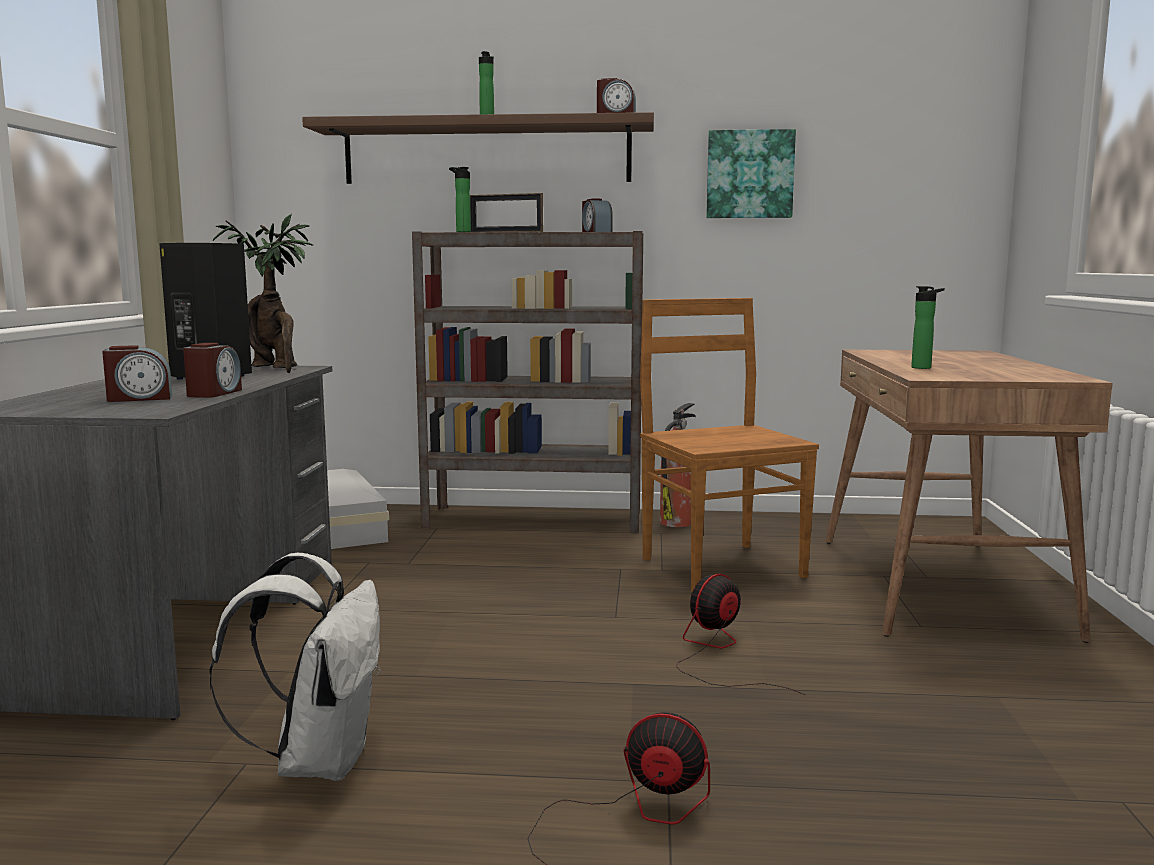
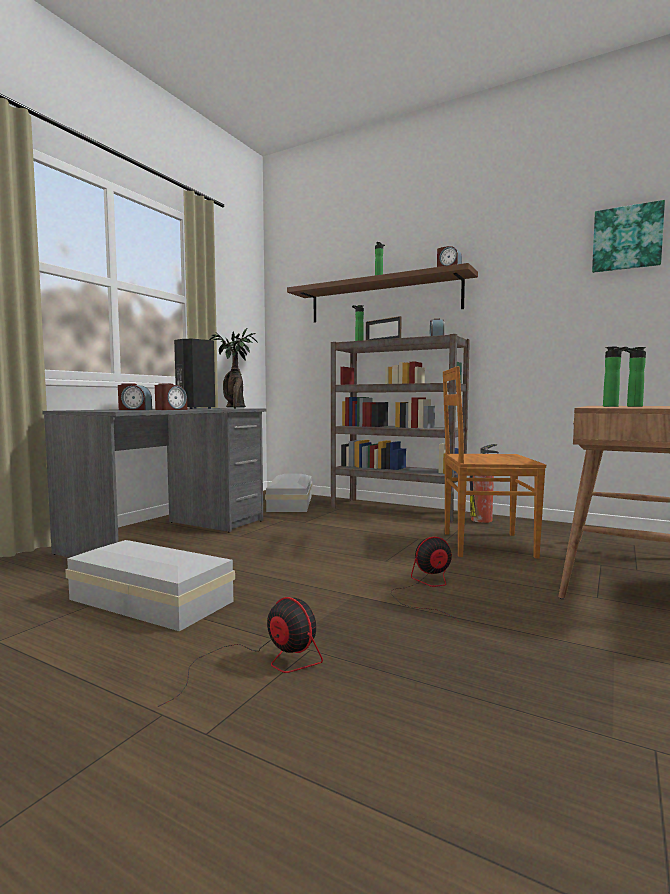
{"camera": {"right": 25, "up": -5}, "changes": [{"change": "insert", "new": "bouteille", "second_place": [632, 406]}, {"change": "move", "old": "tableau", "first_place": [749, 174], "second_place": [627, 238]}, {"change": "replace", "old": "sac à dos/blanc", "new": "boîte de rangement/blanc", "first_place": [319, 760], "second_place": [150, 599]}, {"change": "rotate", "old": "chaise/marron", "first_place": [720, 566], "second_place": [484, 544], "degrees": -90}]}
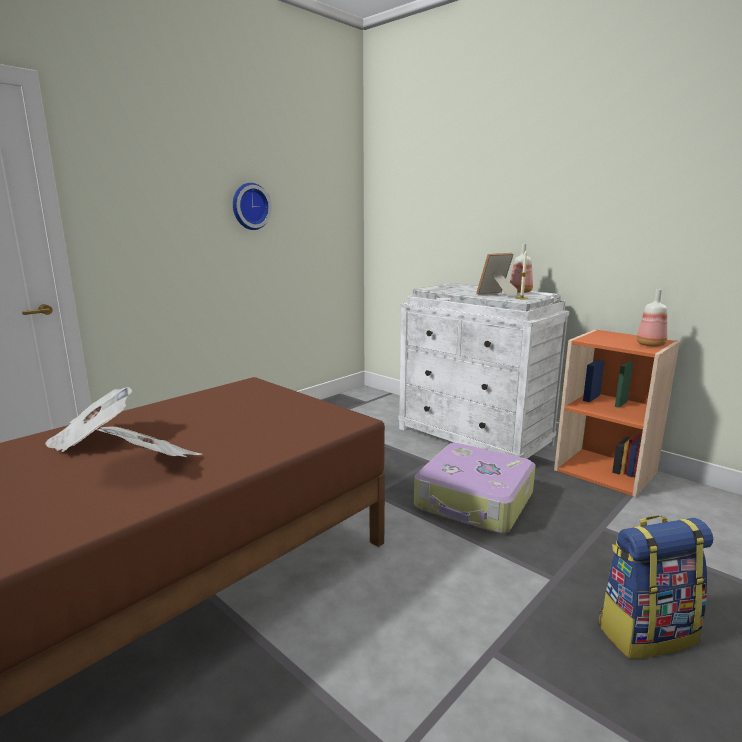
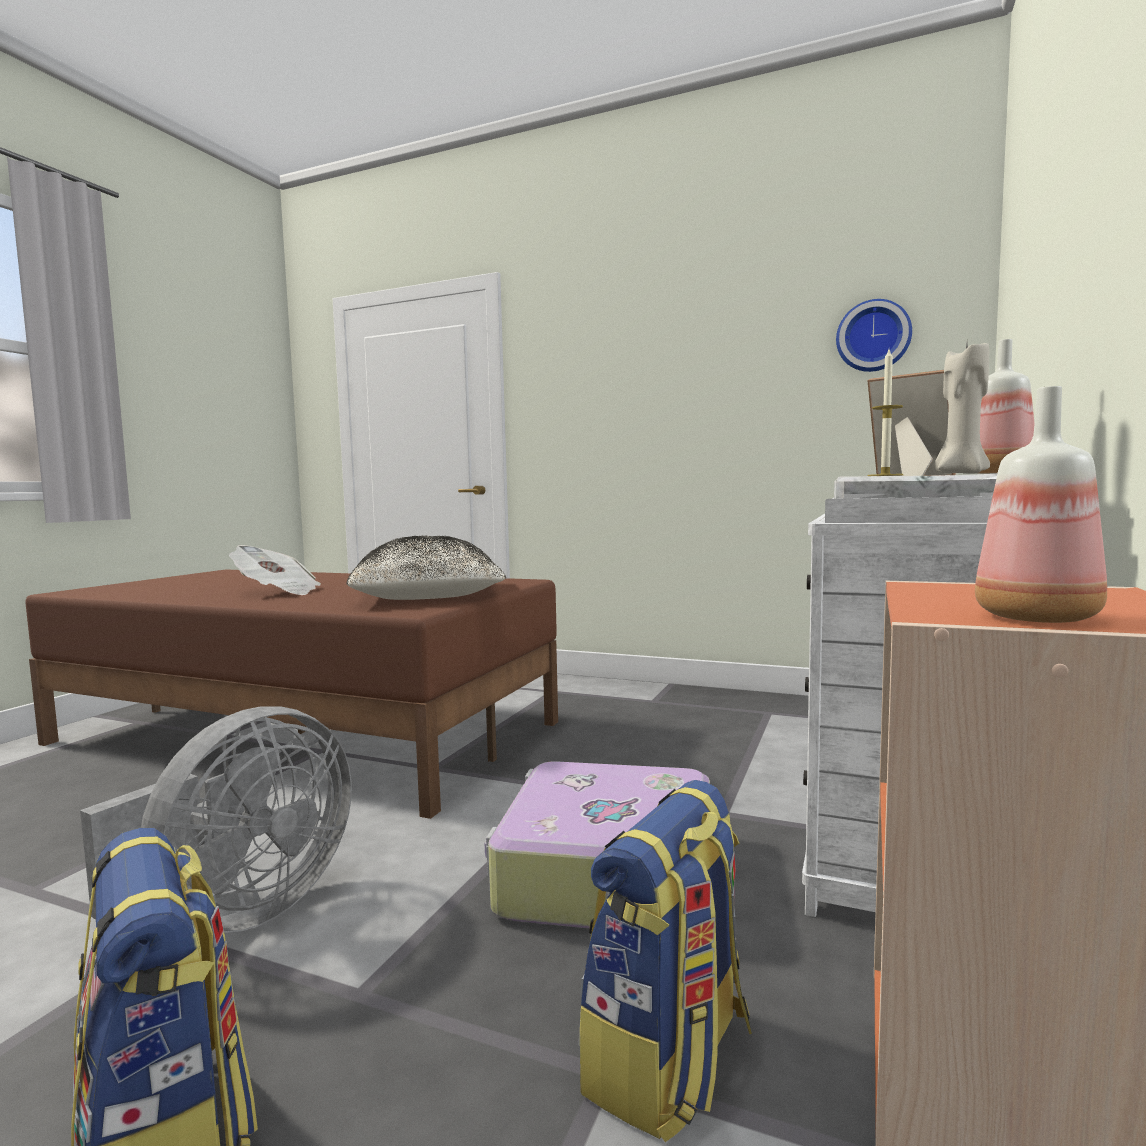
{"camera": {"right": 70, "up": -10}, "changes": [{"change": "delete", "old": "journal", "first_place": [92, 439]}, {"change": "insert", "new": "ventilateur/gris", "second_place": [240, 911]}, {"change": "insert", "new": "coussin/beige", "second_place": [427, 595]}, {"change": "insert", "new": "sac à dos", "second_place": [669, 1061]}, {"change": "insert", "new": "bougie/beige", "second_place": [960, 474]}, {"change": "move", "old": "horloge murale", "first_place": [249, 206], "second_place": [873, 336]}]}
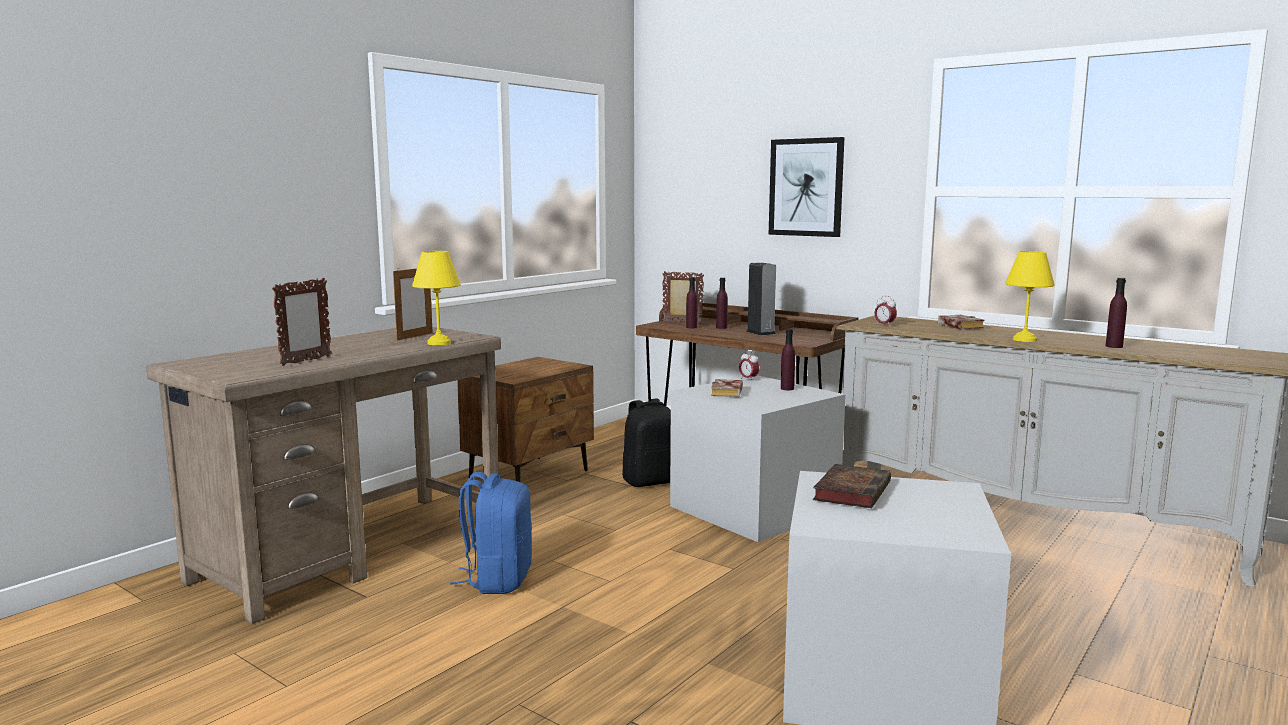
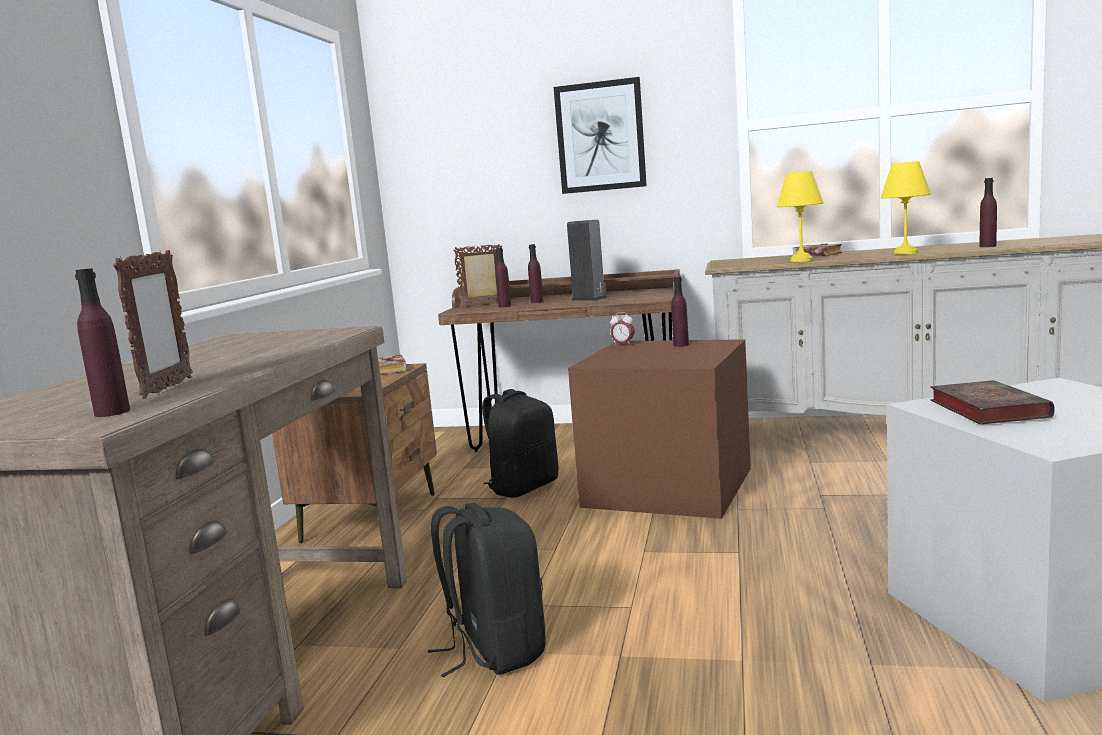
{"camera": {"right": -25, "up": 0}, "changes": [{"change": "delete", "old": "cadre photo", "first_place": [415, 336]}, {"change": "delete", "old": "réveil", "first_place": [884, 325]}, {"change": "insert", "new": "bouteille/violet", "second_place": [112, 412]}, {"change": "move", "old": "lampe de table/jaune", "first_place": [438, 343], "second_place": [800, 260]}, {"change": "move", "old": "livre", "first_place": [728, 393], "second_place": [391, 370]}, {"change": "recolor", "old": "sac à dos/bleu", "new": "sac à dos/noir", "first_place": [498, 580], "second_place": [494, 650]}, {"change": "recolor", "old": "boîte de rangement/gris", "new": "boîte de rangement/marron", "first_place": [757, 509], "second_place": [671, 486]}]}
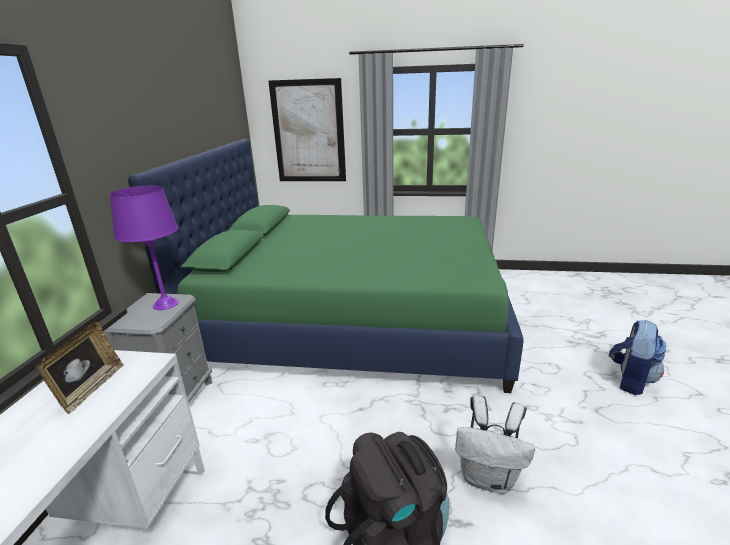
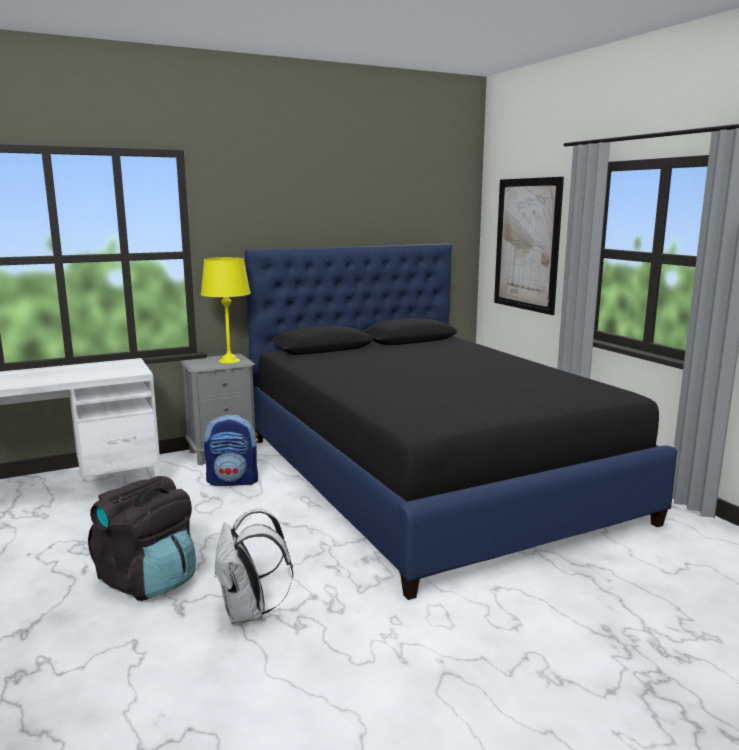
{"camera": {"right": 55, "up": -10}, "changes": [{"change": "delete", "old": "cadre photo", "first_place": [90, 388]}, {"change": "move", "old": "sac à dos", "first_place": [630, 380], "second_place": [233, 481]}, {"change": "recolor", "old": "lampe de table/violet", "new": "lampe de table/jaune", "first_place": [166, 304], "second_place": [229, 361]}, {"change": "recolor", "old": "lit/vert", "new": "lit/noir", "first_place": [354, 320], "second_place": [428, 476]}]}
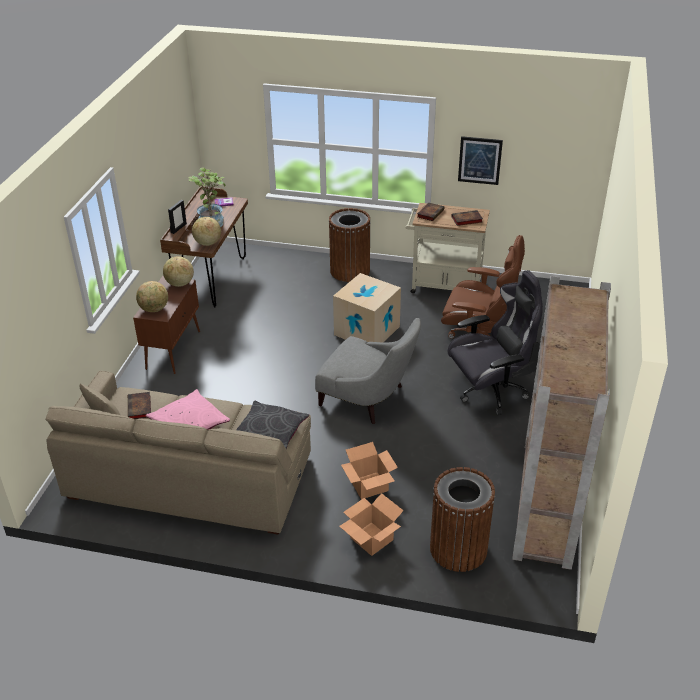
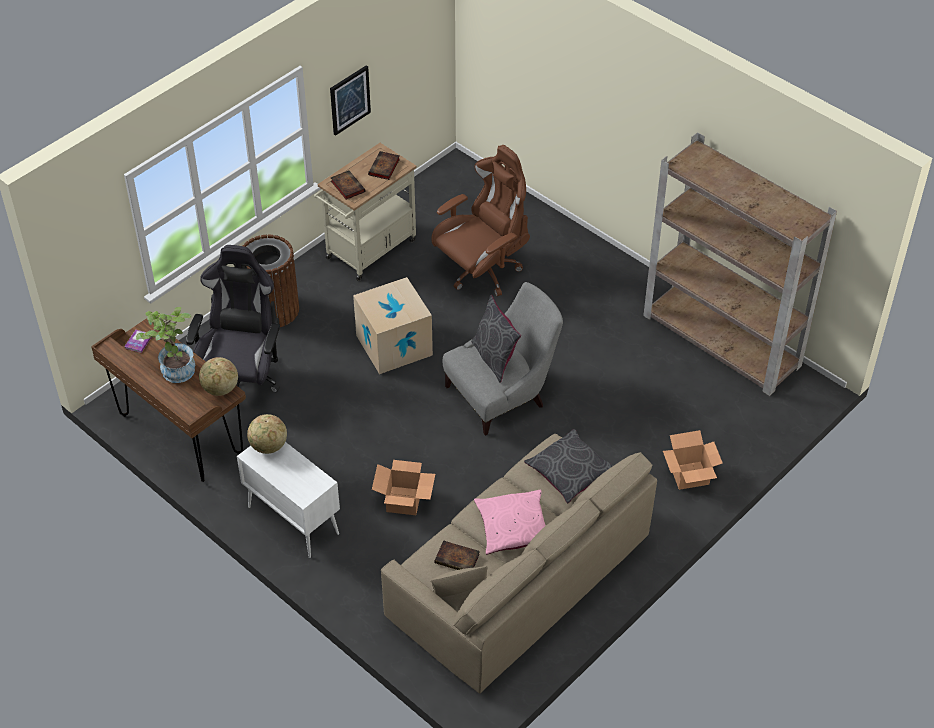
{"camera": {"right": -60, "up": 10}, "changes": [{"change": "delete", "old": "globe", "first_place": [154, 309]}, {"change": "delete", "old": "cadre photo", "first_place": [178, 228]}, {"change": "delete", "old": "poubelle/marron", "first_place": [458, 549]}, {"change": "insert", "new": "coussin/gris", "second_place": [495, 358]}, {"change": "move", "old": "carton", "first_place": [369, 485], "second_place": [403, 500]}, {"change": "move", "old": "chaise de bureau/noir", "first_place": [488, 393], "second_place": [243, 381]}, {"change": "recolor", "old": "meuble de rangement/marron", "new": "meuble de rangement/blanc", "first_place": [173, 349], "second_place": [292, 520]}]}
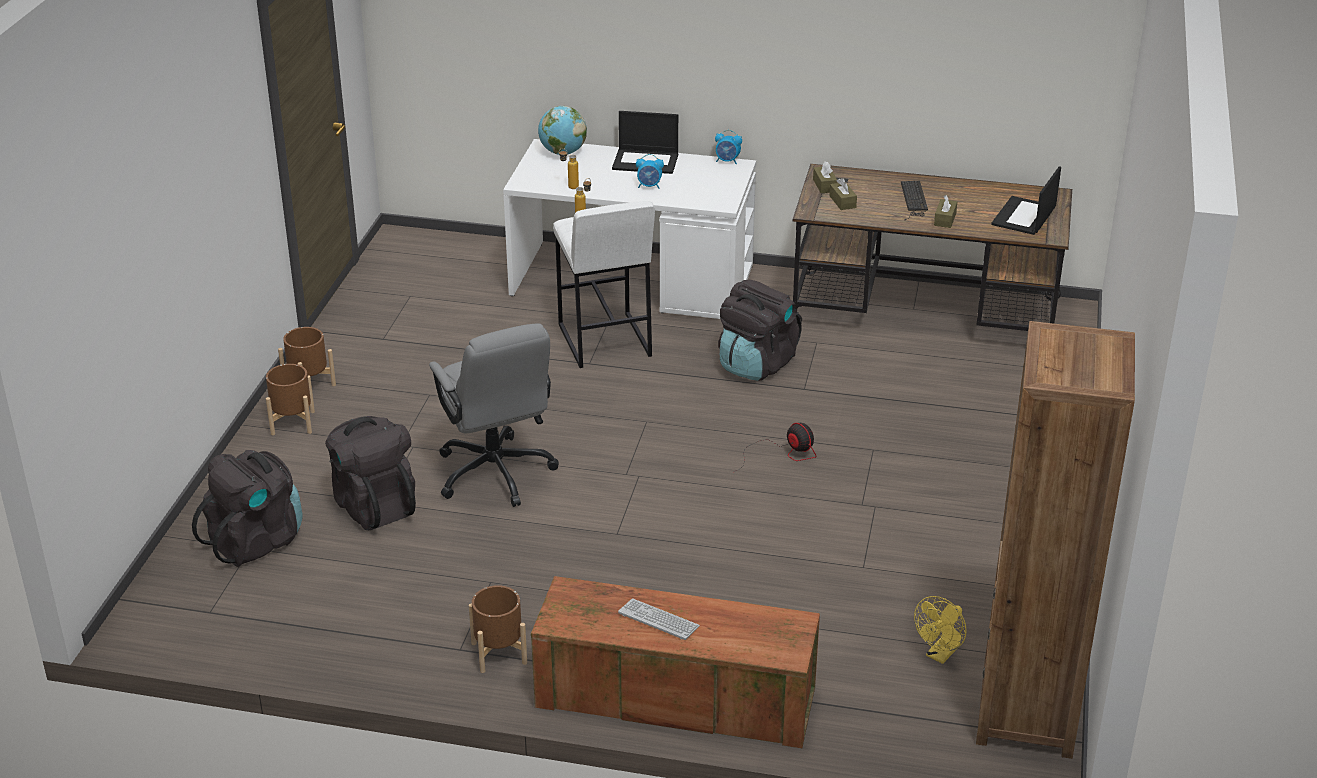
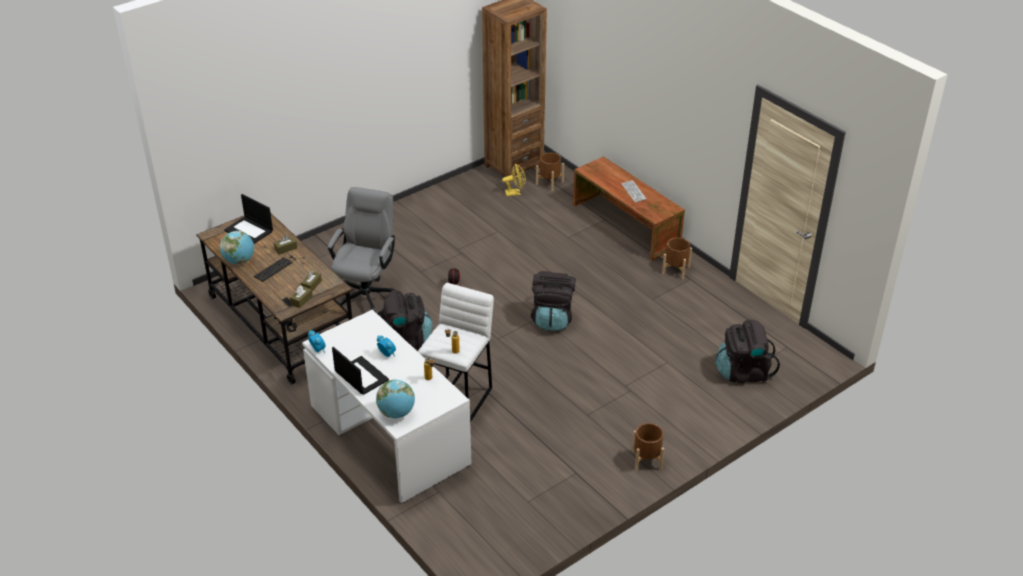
{"camera": {"right": -140, "up": 5}, "changes": [{"change": "insert", "new": "globe", "second_place": [239, 261]}, {"change": "move", "old": "cache-pot/marron", "first_place": [292, 423], "second_place": [549, 183]}, {"change": "move", "old": "sac à dos/noir", "first_place": [374, 505], "second_place": [552, 318]}, {"change": "move", "old": "chaise de bureau/gris", "first_place": [497, 476], "second_place": [367, 297]}, {"change": "rotate", "old": "ordinateur portable", "first_place": [1024, 217], "second_place": [249, 231], "degrees": 60}]}
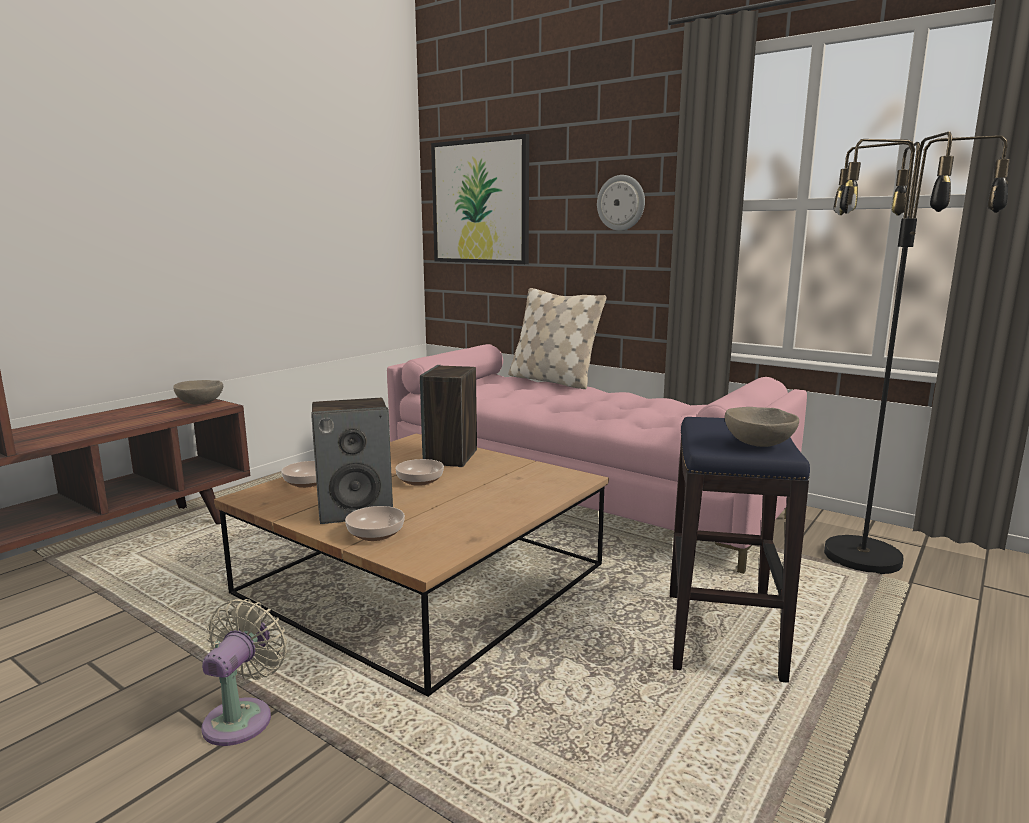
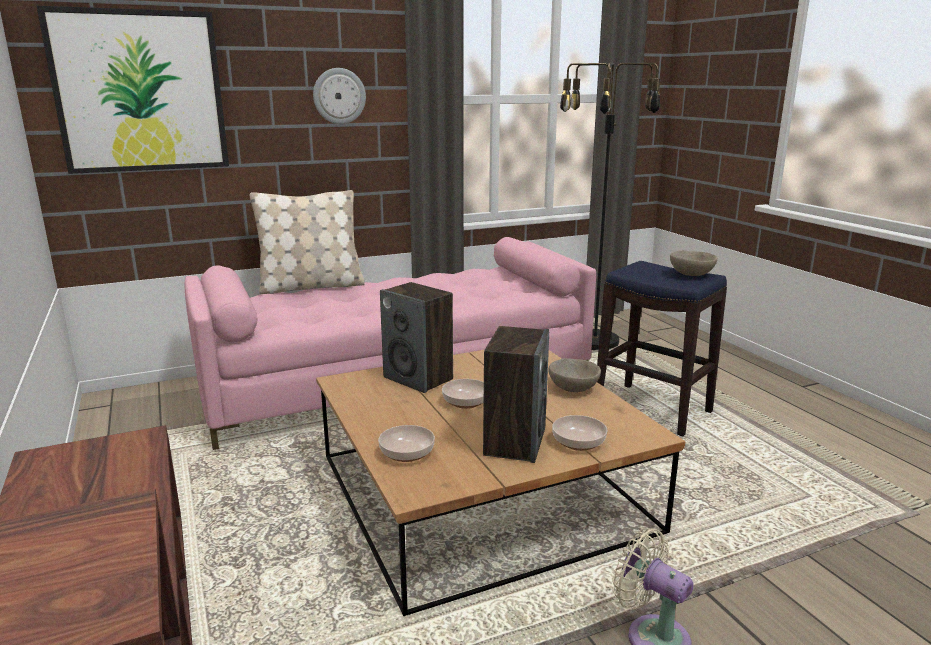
{"camera": {"right": -60, "up": 5}, "changes": [{"change": "move", "old": "bol/beige", "first_place": [200, 403], "second_place": [573, 389]}]}
